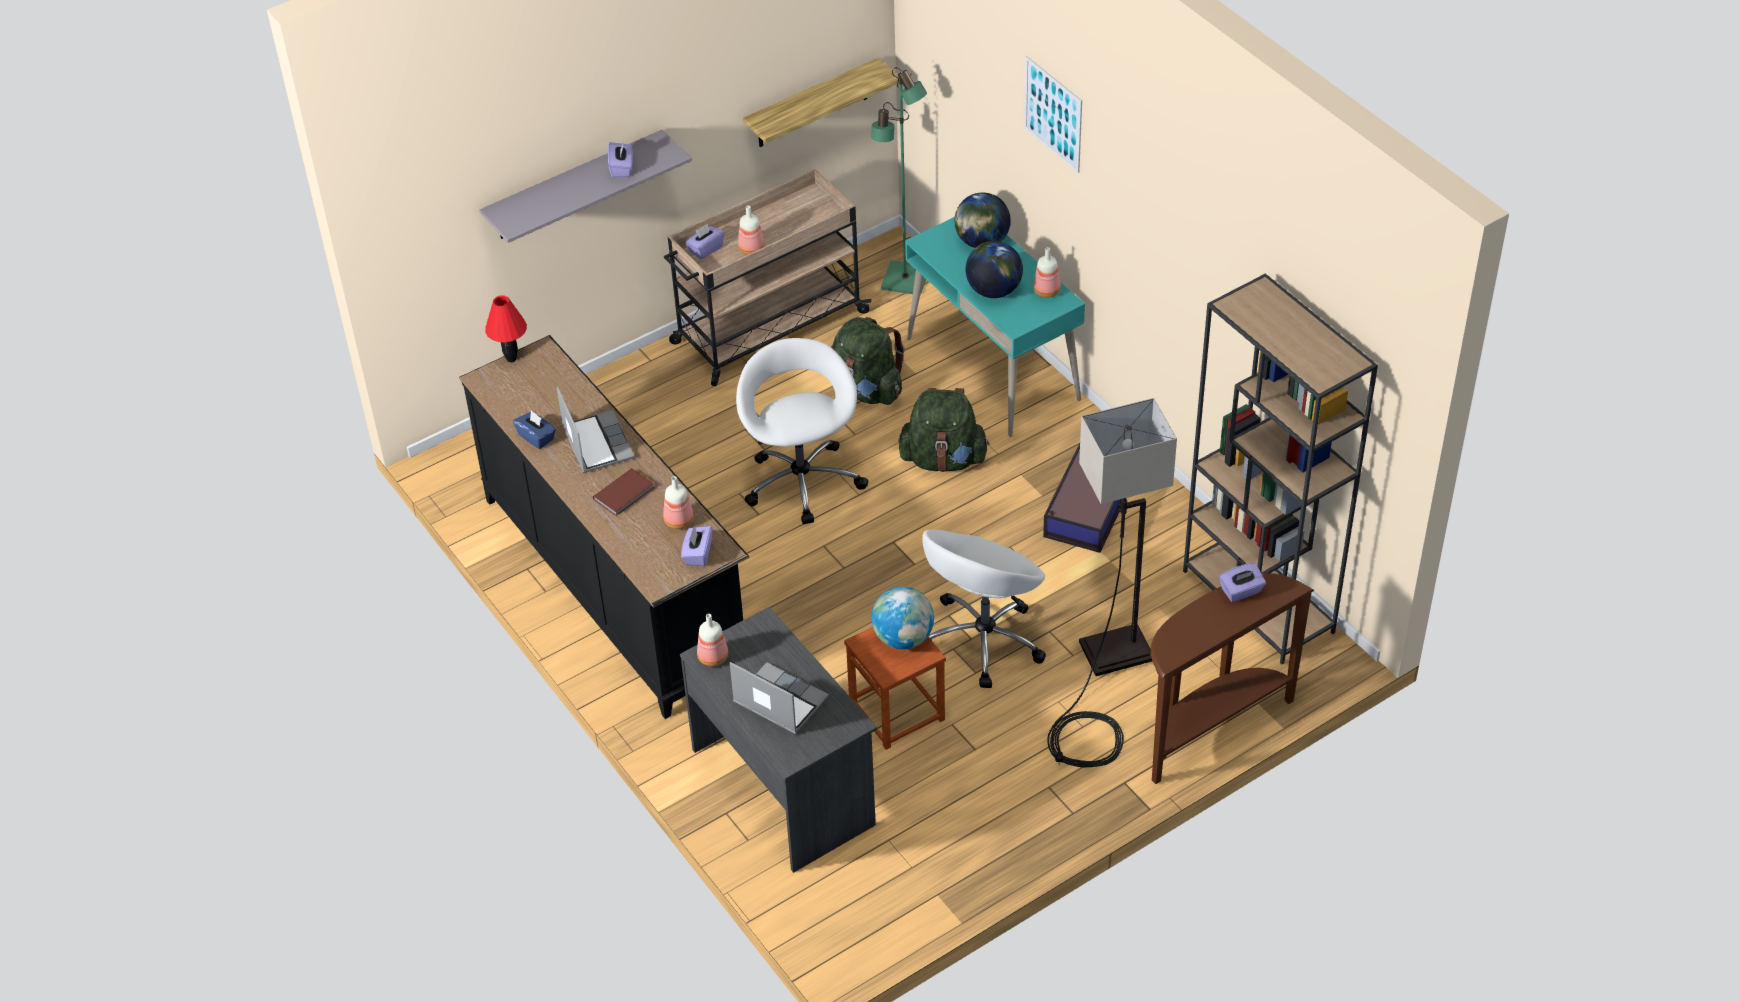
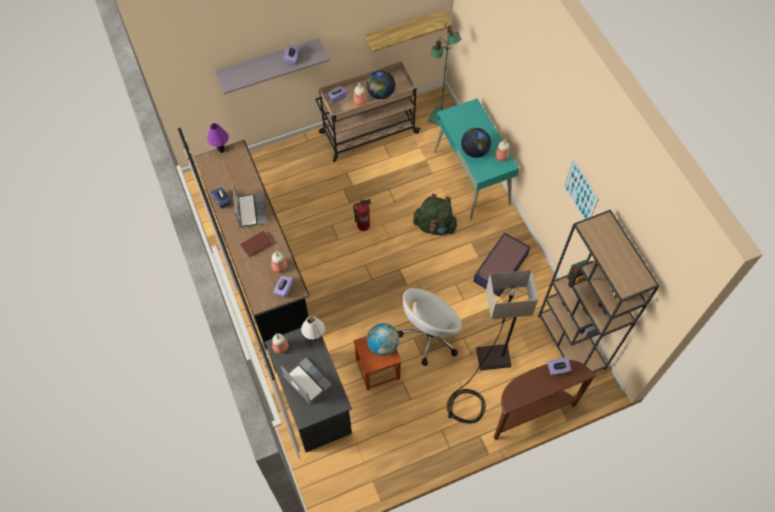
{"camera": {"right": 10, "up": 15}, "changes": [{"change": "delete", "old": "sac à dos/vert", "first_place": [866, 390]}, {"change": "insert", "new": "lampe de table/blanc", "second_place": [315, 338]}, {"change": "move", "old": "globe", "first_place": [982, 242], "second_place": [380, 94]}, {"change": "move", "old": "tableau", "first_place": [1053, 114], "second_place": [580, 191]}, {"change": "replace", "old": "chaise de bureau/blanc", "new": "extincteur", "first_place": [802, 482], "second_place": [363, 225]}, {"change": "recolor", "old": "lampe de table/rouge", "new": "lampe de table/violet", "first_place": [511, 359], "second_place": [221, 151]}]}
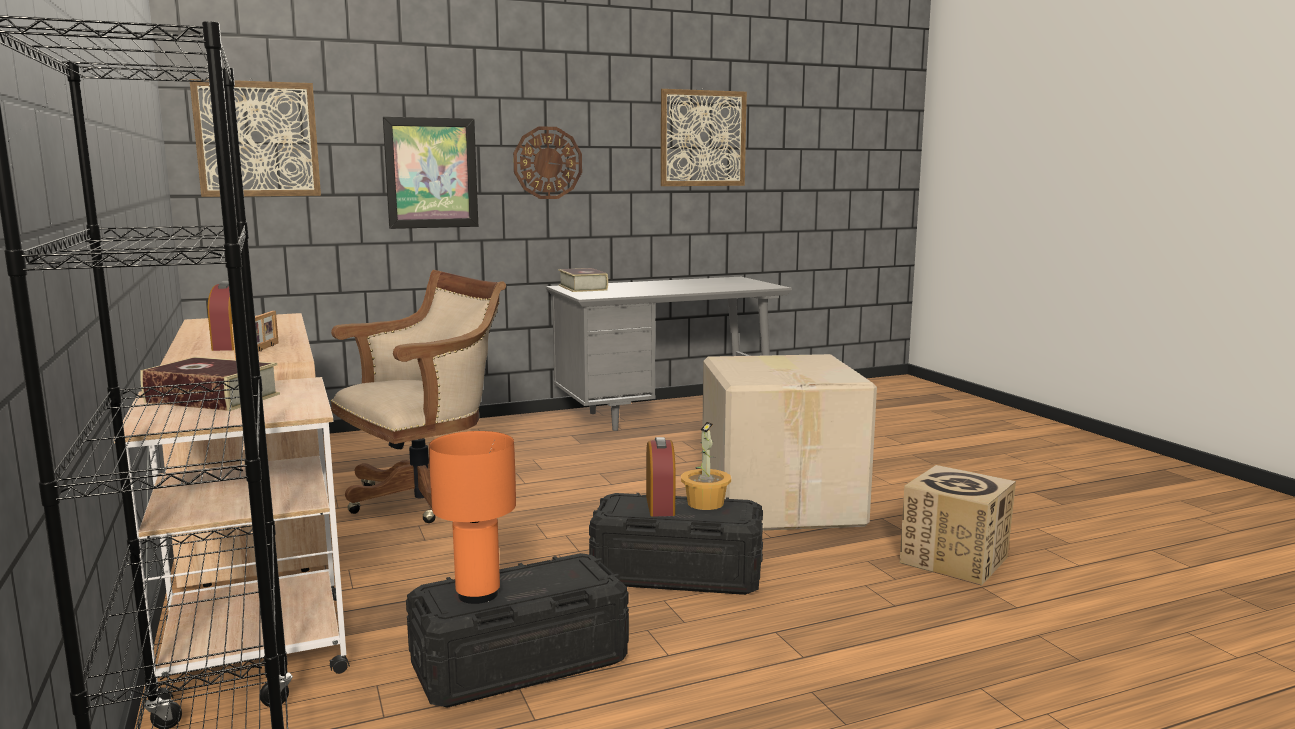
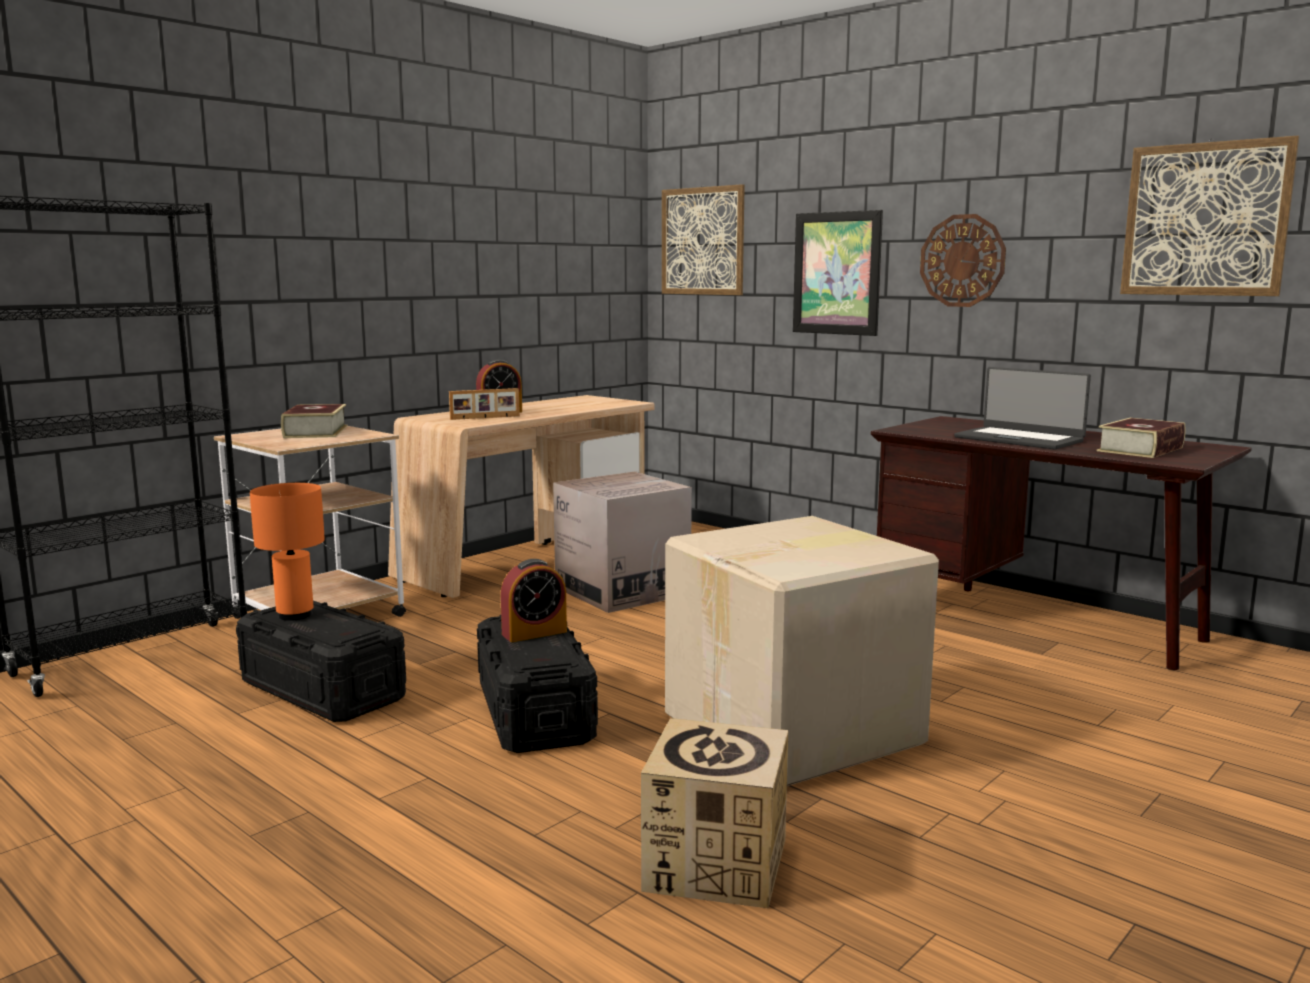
{"camera": {"right": 65, "up": 0}, "changes": [{"change": "delete", "old": "plante en pot", "first_place": [706, 503]}, {"change": "insert", "new": "ordinateur portable", "second_place": [1019, 439]}, {"change": "move", "old": "livre", "first_place": [582, 288], "second_place": [1140, 449]}, {"change": "replace", "old": "chaise de bureau", "new": "carton", "first_place": [426, 497], "second_place": [622, 591]}, {"change": "recolor", "old": "bureau/gris", "new": "bureau/marron", "first_place": [667, 414], "second_place": [1037, 620]}]}
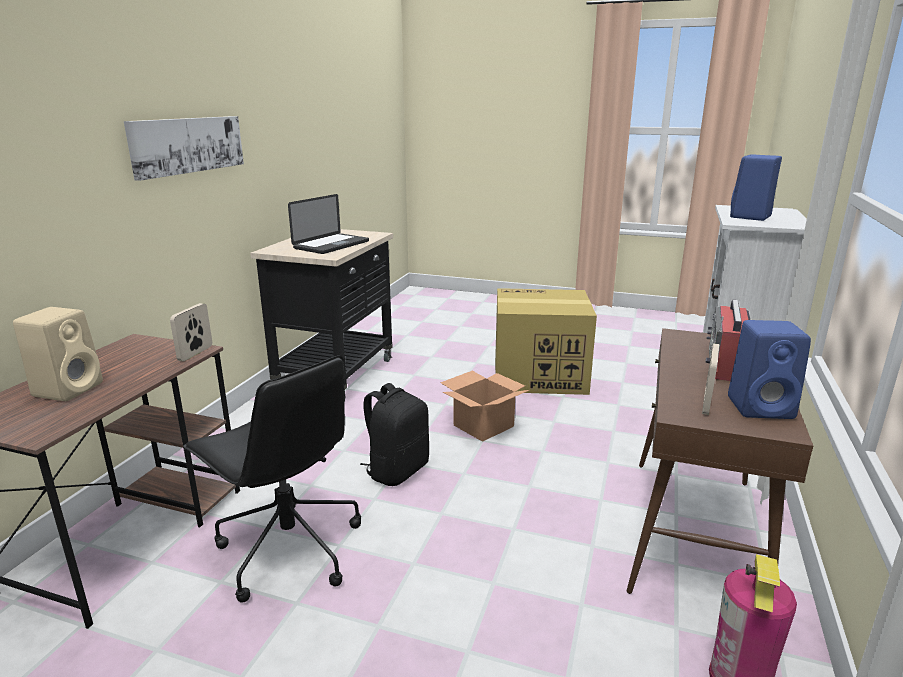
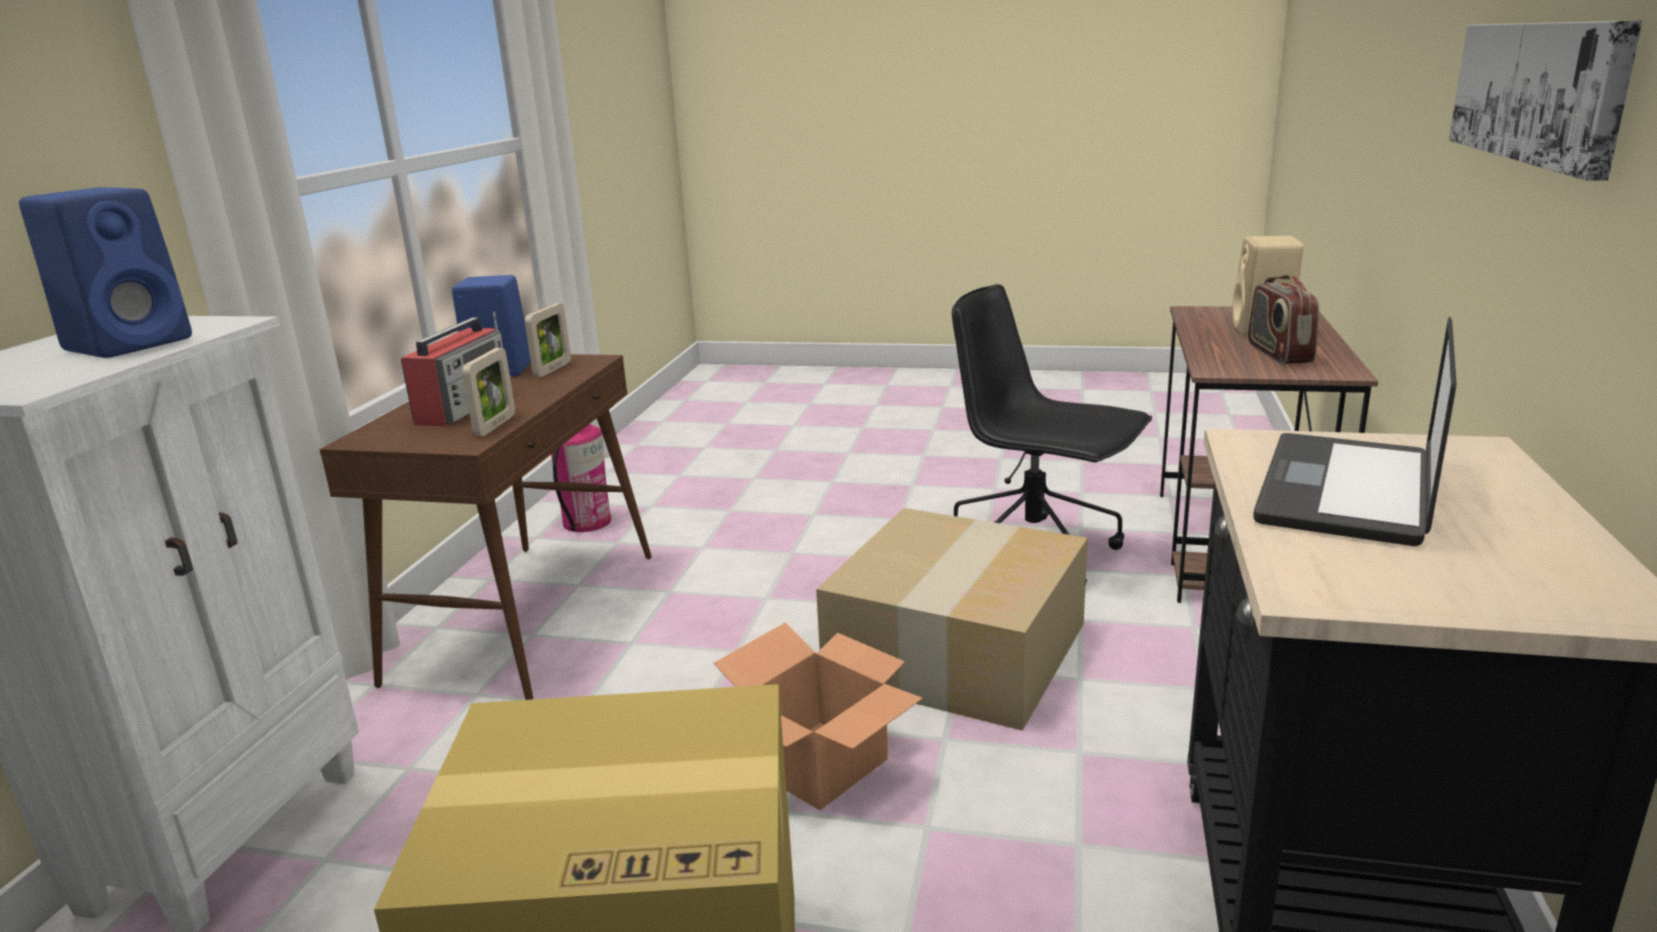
{"camera": {"right": 175, "up": 0}, "changes": [{"change": "insert", "new": "radio", "second_place": [1278, 354]}, {"change": "move", "old": "cadre photo", "first_place": [195, 353], "second_place": [495, 425]}, {"change": "replace", "old": "sac à dos/noir", "new": "carton", "first_place": [397, 470], "second_place": [959, 653]}]}
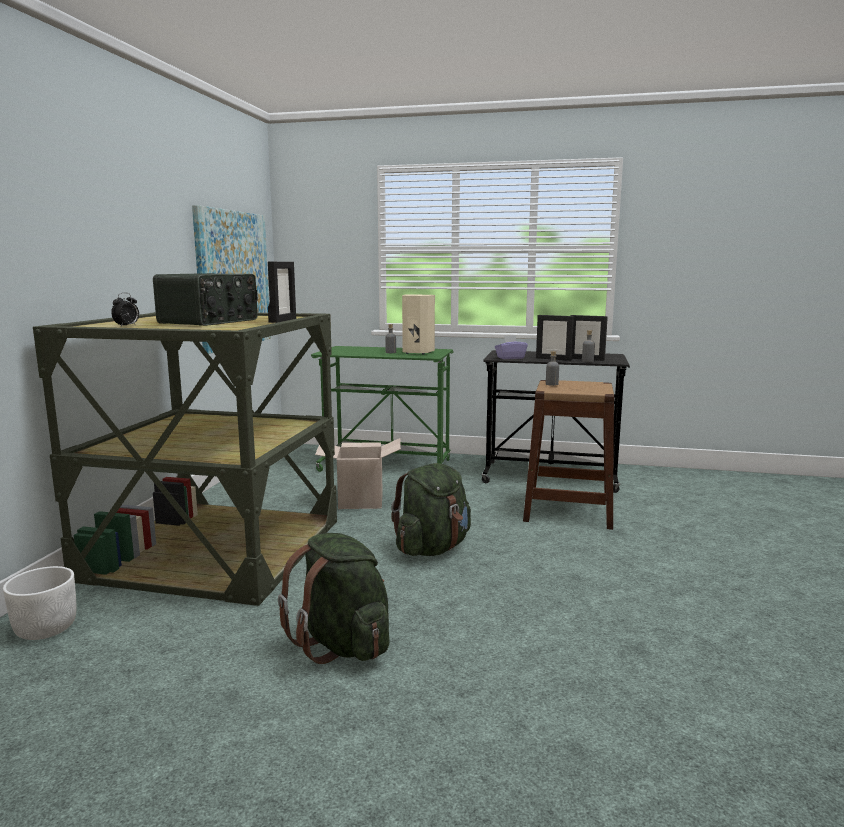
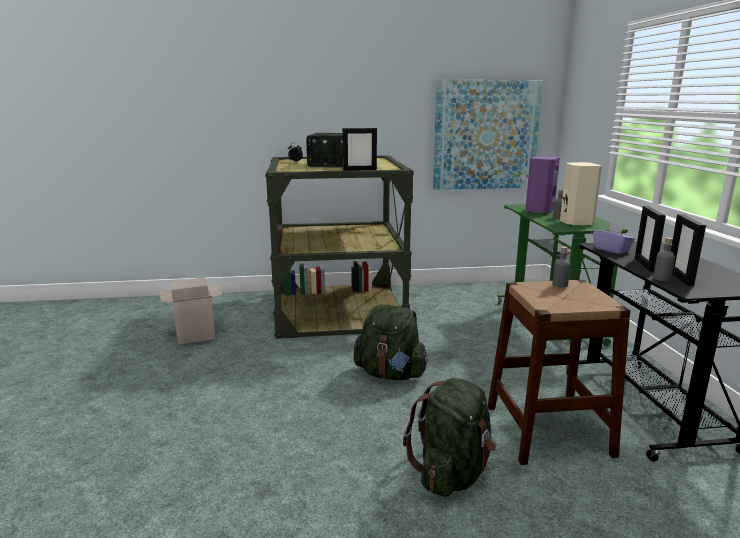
{"camera": {"right": 70, "up": 5}, "changes": [{"change": "delete", "old": "cache-pot/blanc", "first_place": [46, 629]}, {"change": "insert", "new": "enceinte/violet", "second_place": [539, 211]}, {"change": "move", "old": "sac à dos/vert", "first_place": [342, 644], "second_place": [452, 473]}, {"change": "move", "old": "carton", "first_place": [360, 501], "second_place": [195, 334]}]}
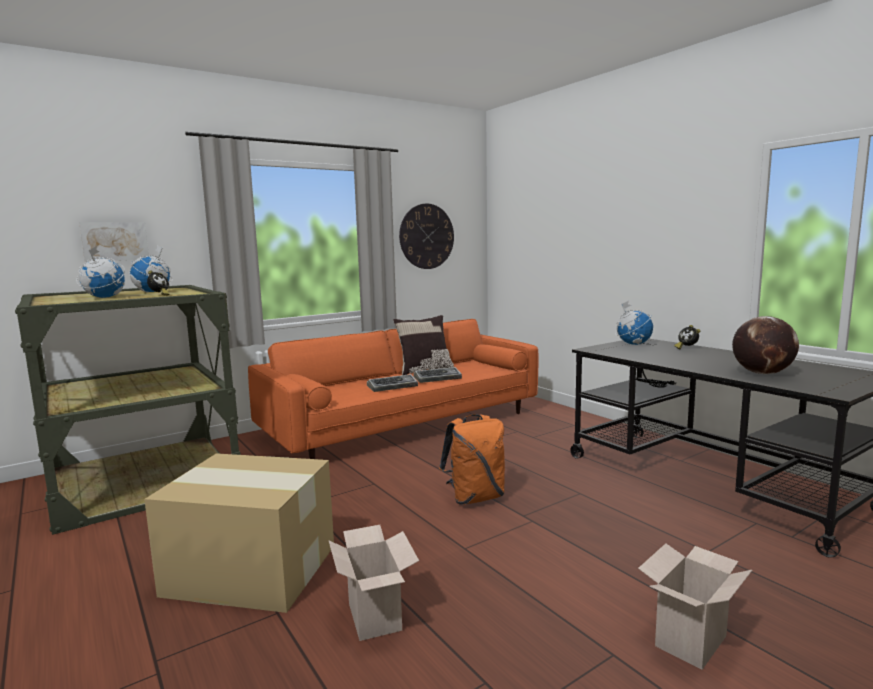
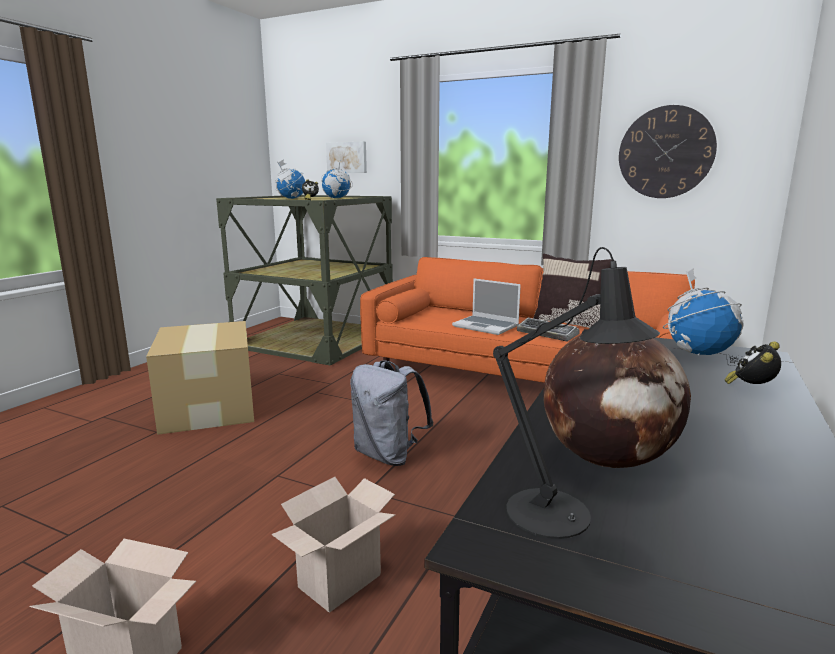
{"camera": {"right": 60, "up": 5}, "changes": [{"change": "insert", "new": "lampe de table/noir", "second_place": [559, 518]}, {"change": "move", "old": "carton", "first_place": [377, 617], "second_place": [339, 583]}, {"change": "replace", "old": "clavier", "new": "ordinateur portable", "first_place": [393, 387], "second_place": [486, 326]}, {"change": "recolor", "old": "sac à dos/orange", "new": "sac à dos/gris", "first_place": [475, 497], "second_place": [388, 455]}]}
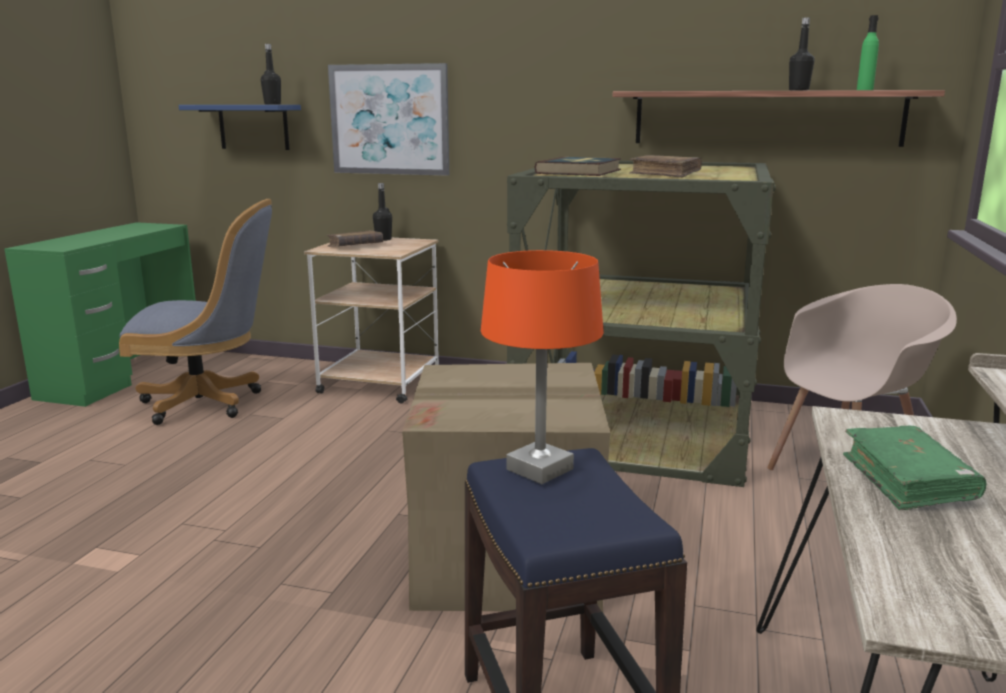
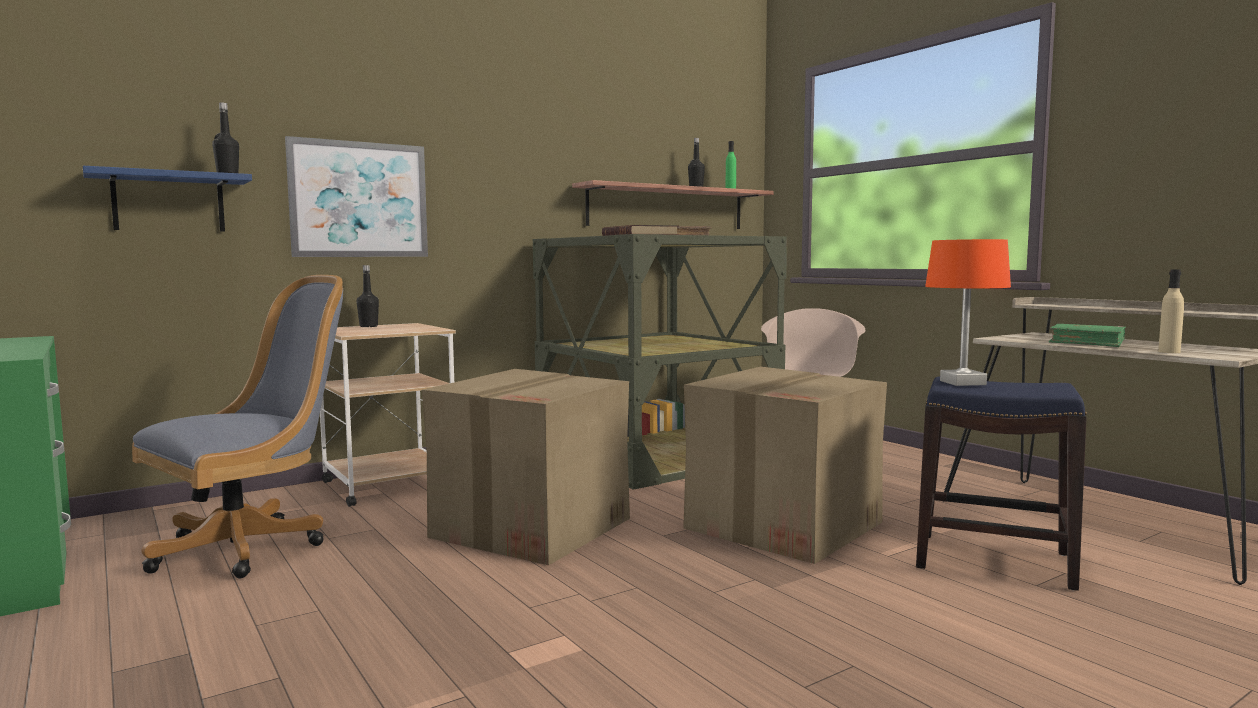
{"camera": {"right": -50, "up": -10}, "changes": [{"change": "delete", "old": "livre/marron", "first_place": [355, 246]}, {"change": "insert", "new": "carton", "second_place": [533, 527]}, {"change": "insert", "new": "bouteille/beige", "second_place": [1169, 352]}]}
